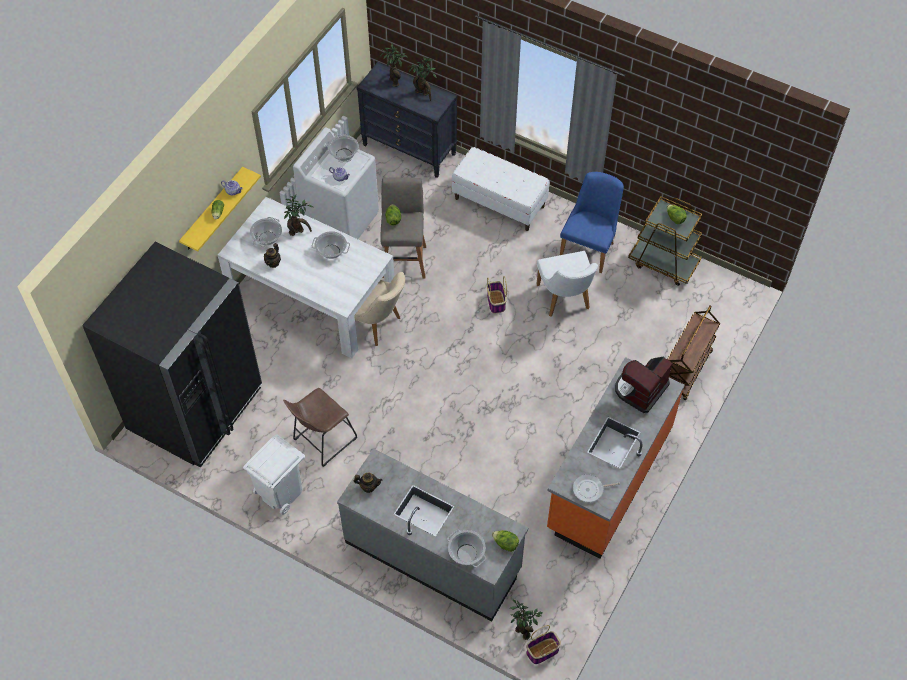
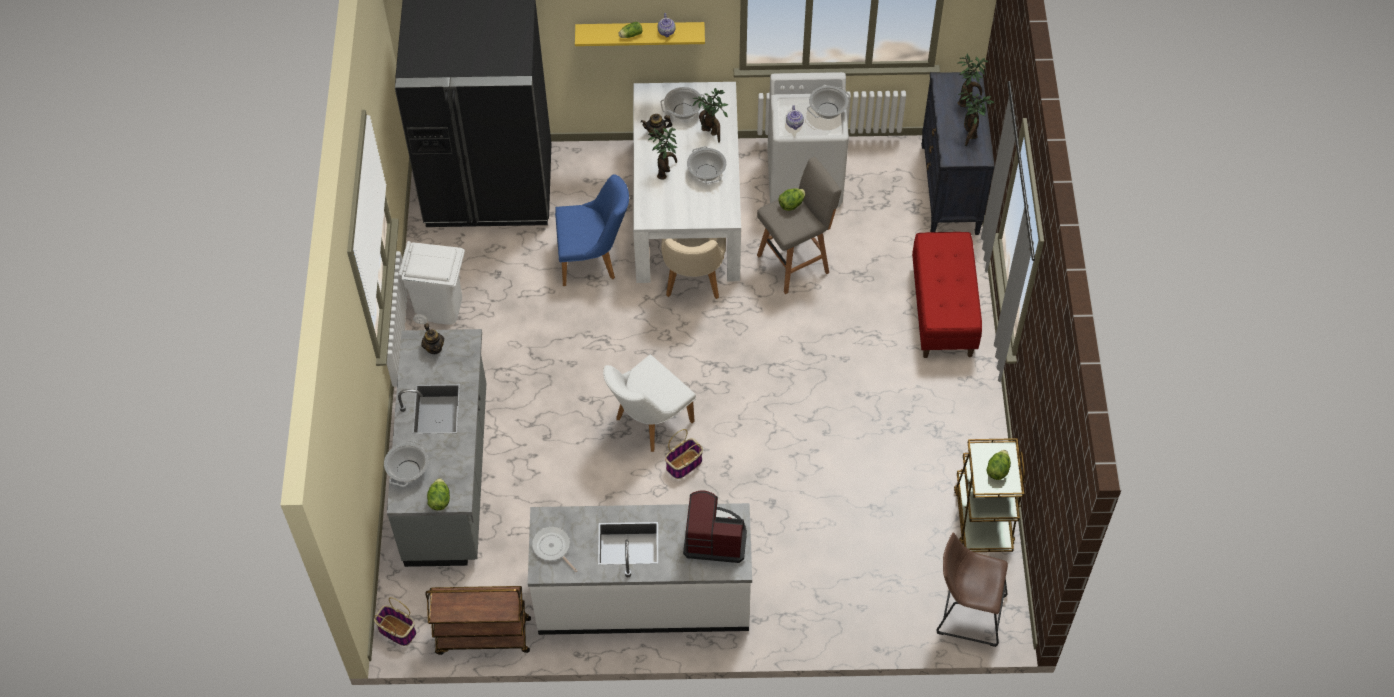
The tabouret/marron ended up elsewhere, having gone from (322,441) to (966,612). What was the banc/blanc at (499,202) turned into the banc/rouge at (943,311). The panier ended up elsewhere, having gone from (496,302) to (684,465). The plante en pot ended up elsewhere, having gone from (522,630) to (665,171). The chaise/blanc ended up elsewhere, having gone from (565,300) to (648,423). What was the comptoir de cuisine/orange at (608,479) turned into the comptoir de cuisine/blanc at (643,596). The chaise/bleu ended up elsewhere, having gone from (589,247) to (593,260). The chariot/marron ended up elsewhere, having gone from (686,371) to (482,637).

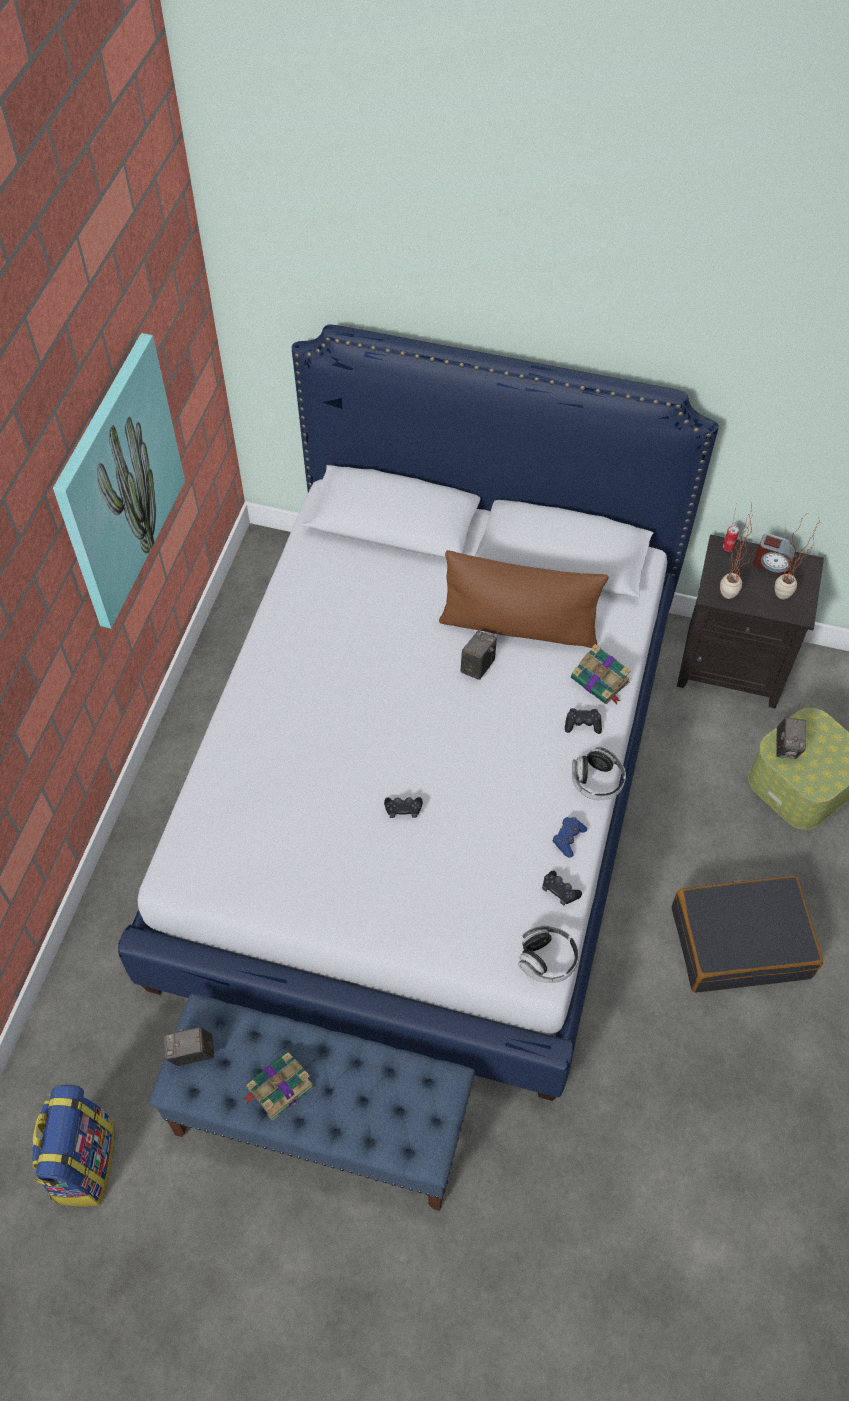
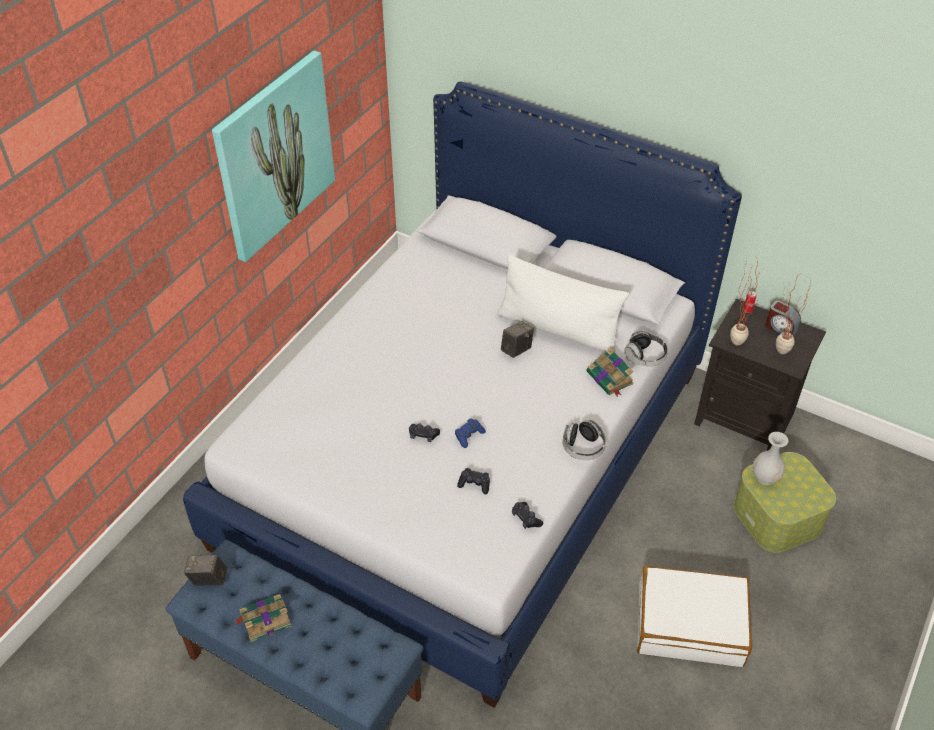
The second view lost the sac à dos at (83,1162). What was the coussin/marron at (519,626) turned into the coussin/blanc at (558,329). The casque audio ended up elsewhere, having gone from (547,960) to (645,356). The manette/bleu ended up elsewhere, having gone from (568,839) to (469,435). The manette/noir ended up elsewhere, having gone from (582,724) to (474,484). What was the valise/noir at (740,941) turned into the valise/blanc at (690,624). Where the appareil photo stood at (787,747), the vase/blanc came to stand at (765,477).

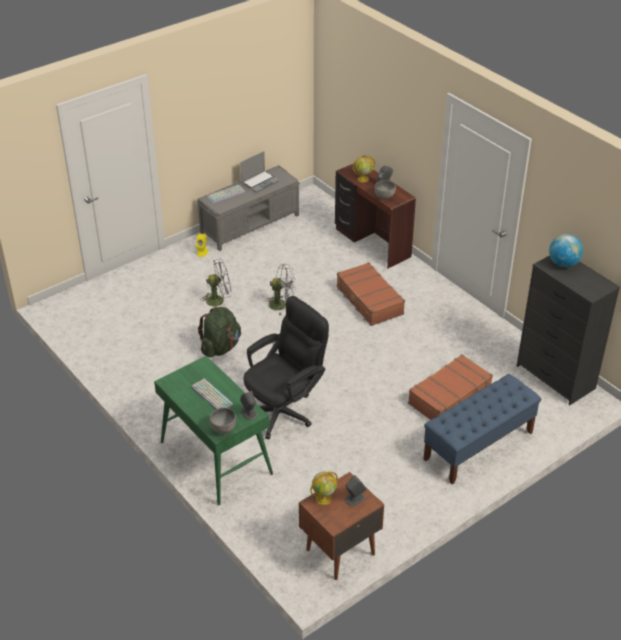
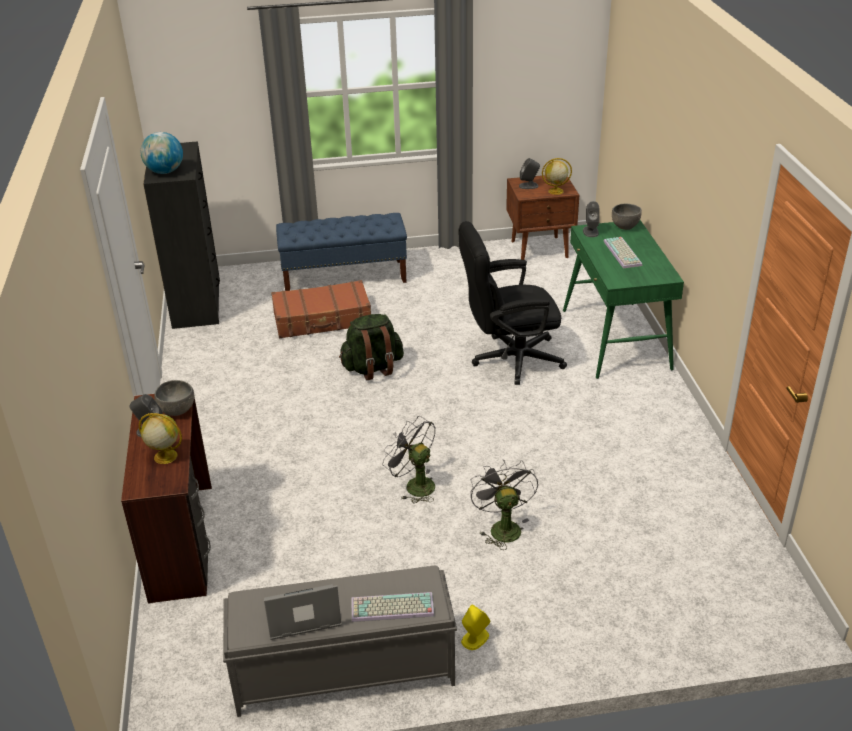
The sac à dos/vert ended up elsewhere, having gone from (221,347) to (373,368). The ventilateur/gris at (219,300) ended up facing another way, 60 degrees clockwise from before. The second view lost the valise/marron at (369,301).

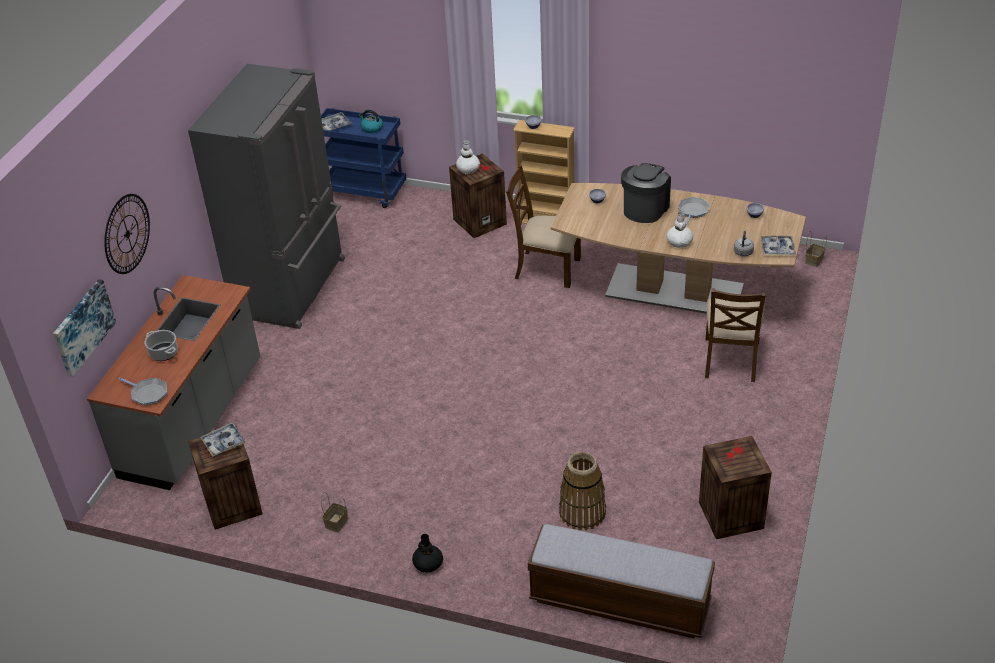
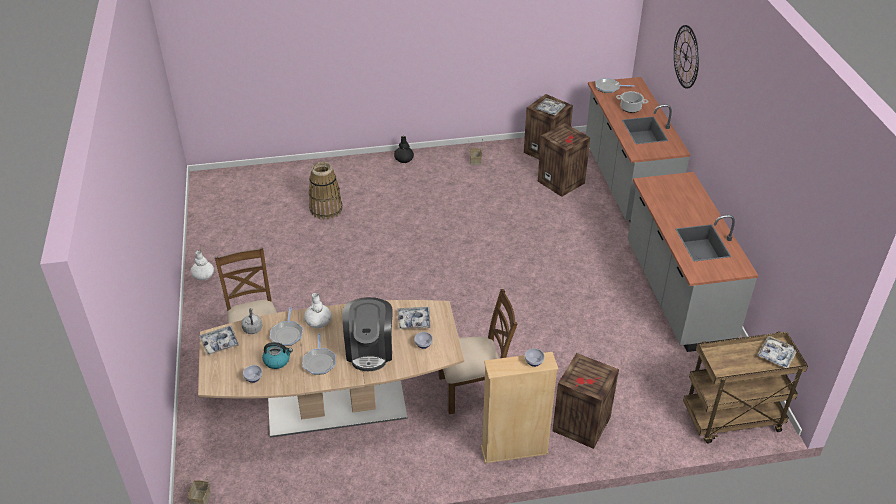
The second view lost the tableau at (83,327). Where the réfrigérateur/gris stood at (292,287), the comptoir de cuisine/gris came to stand at (676,293). What was the chariot/bleu at (365,192) turned into the chariot/marron at (731,420). The bouilloire ended up elsewhere, having gone from (371,128) to (277,360). The vase/blanc ended up elsewhere, having gone from (468,169) to (203,275). The second view lost the banc at (619,602). The caisse ended up elsewhere, having gone from (729,514) to (562,182). The second view gained the poêle at (287,334). The second view gained the plateau at (414,321).

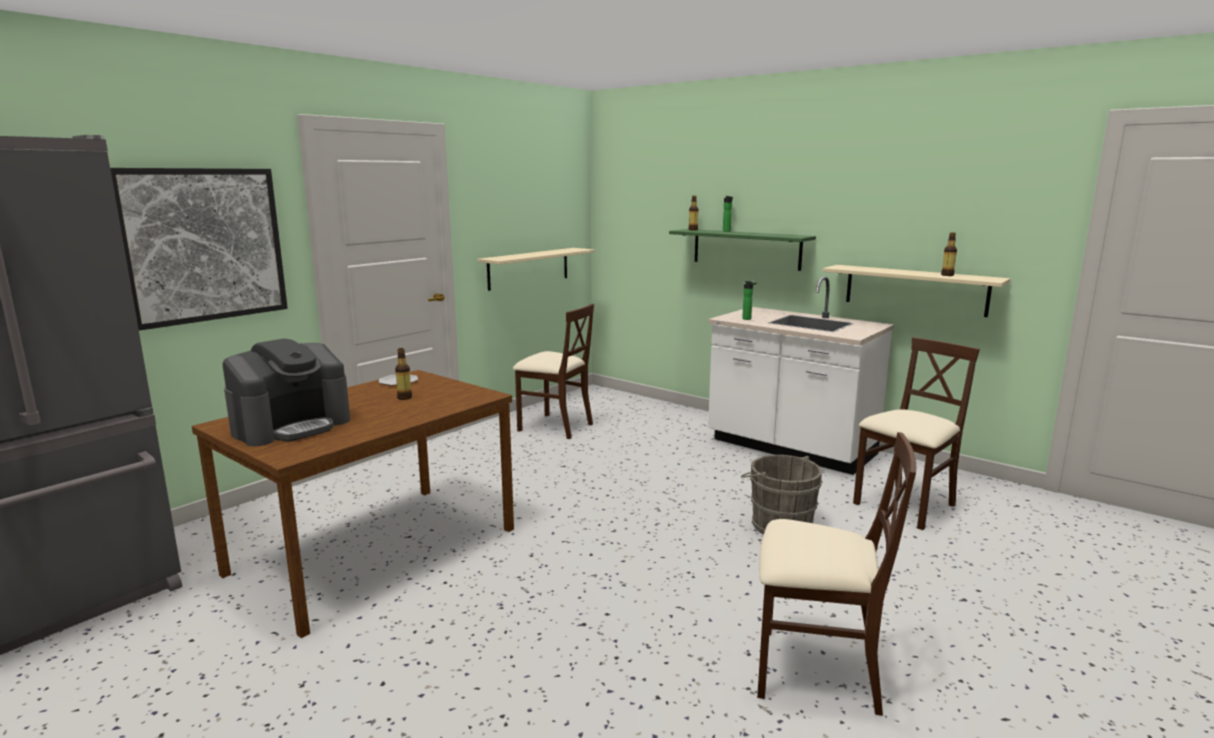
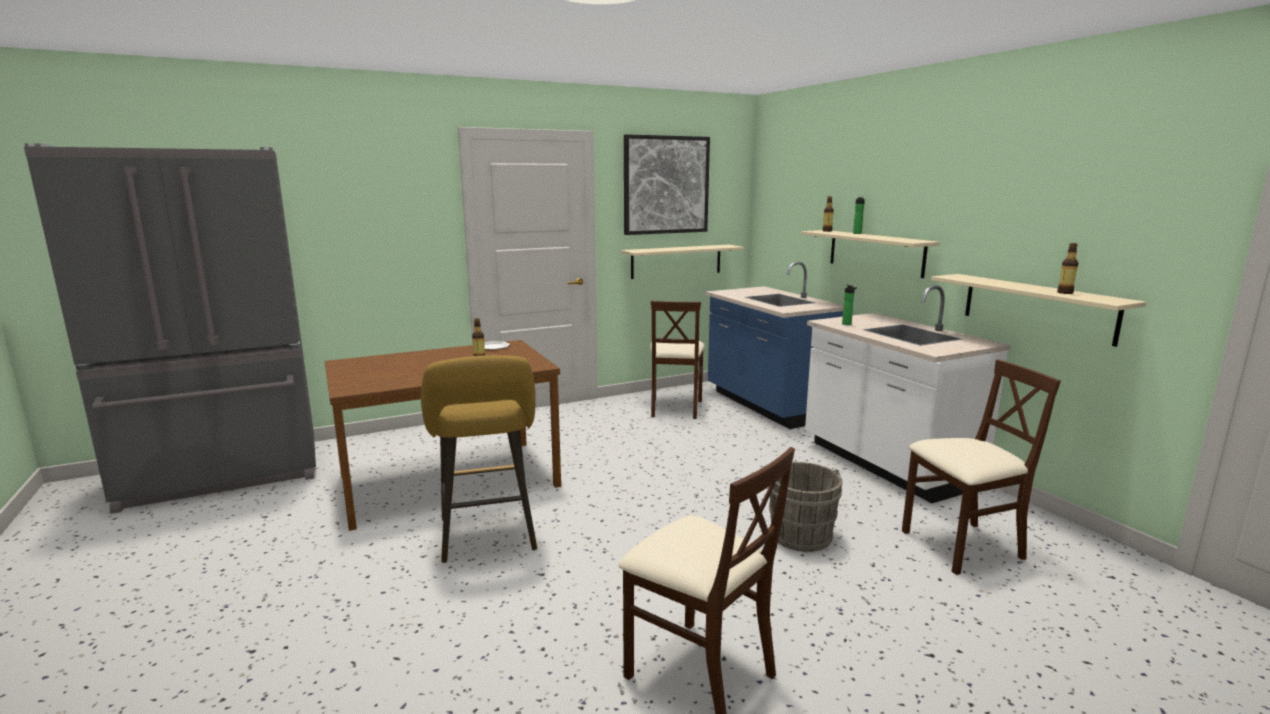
The tableau ended up elsewhere, having gone from (203,245) to (666,185). The second view lost the machine à café at (292,426). The chaise/beige at (555,426) ended up facing another way, 45 degrees clockwise from before. What was the étagère/vert at (746,249) turned into the étagère/beige at (875,252). The second view gained the tabouret/jaune at (488,537). The second view gained the comptoir de cuisine/bleu at (767,405).

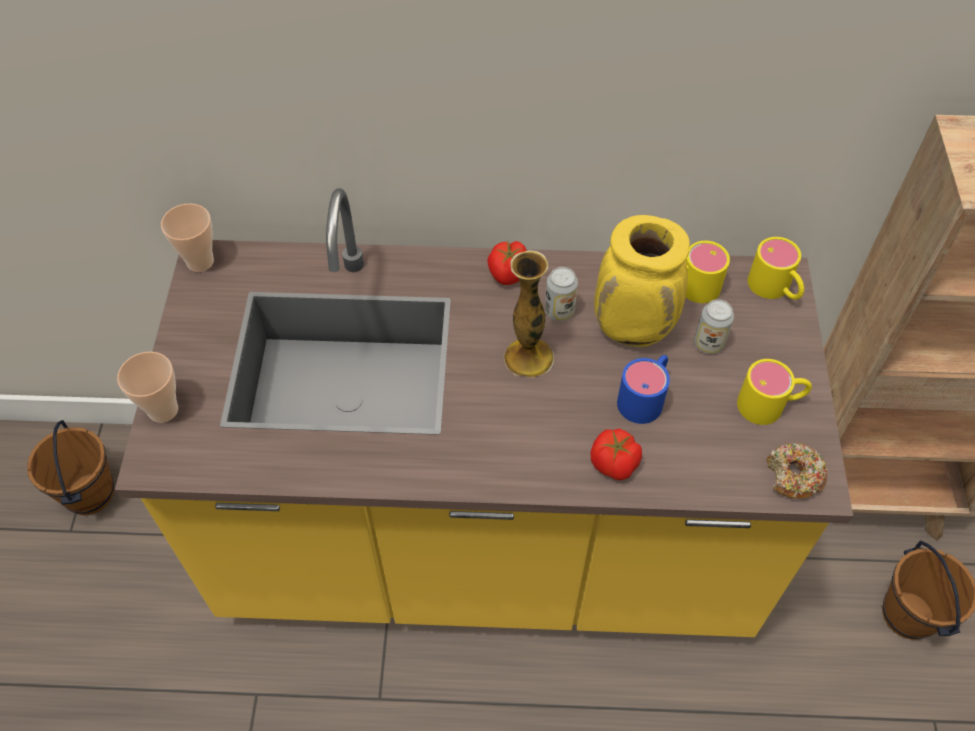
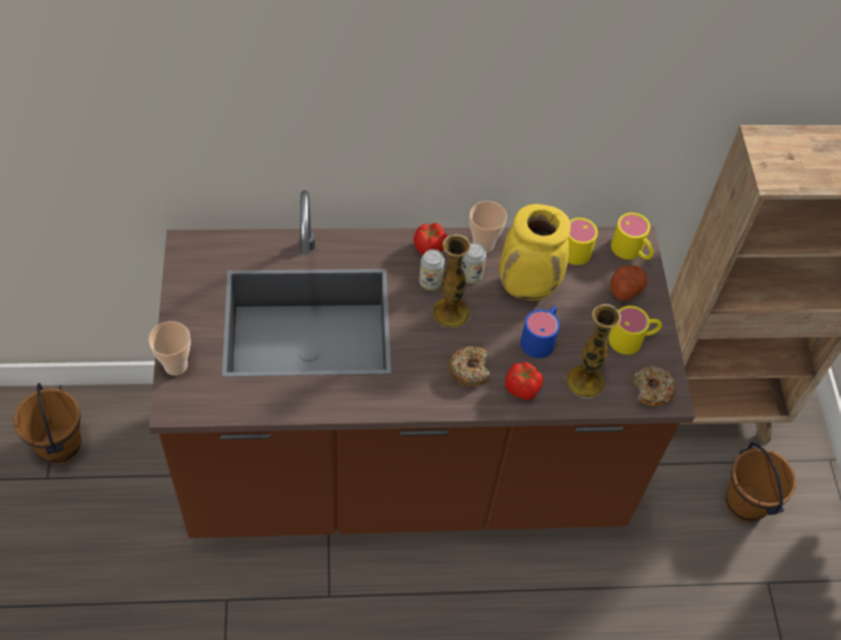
What was the comptoir de cuisine/jaune at (487,545) turned into the comptoir de cuisine/marron at (405,468). The tasse ended up elsewhere, having gone from (200,262) to (483,245). The boîte métallique ended up elsewhere, having gone from (708,343) to (430,282). The second view gained the beignet at (469,370). The second view gained the vase at (585,381). The second view gained the pomme de terre at (625,288).

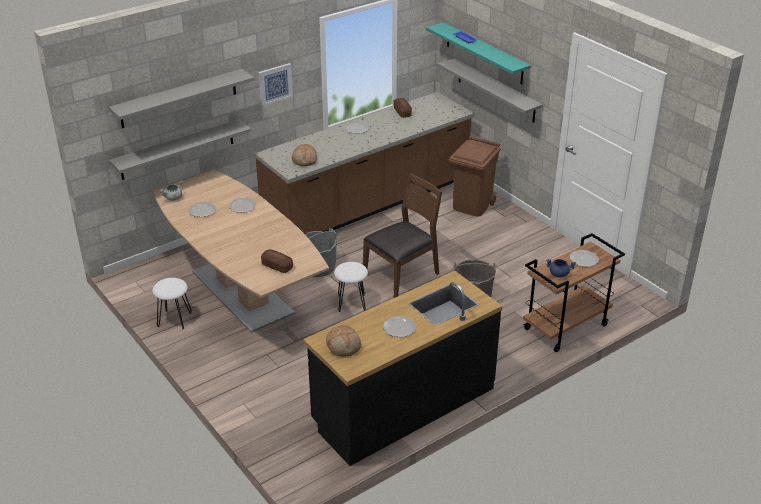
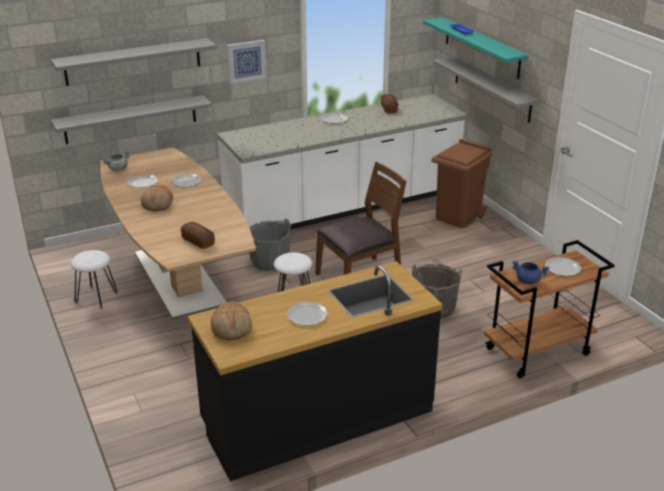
What was the comptoir de cuisine/marron at (368,205) turned into the comptoir de cuisine/blanc at (344,207). The pain ended up elsewhere, having gone from (304,160) to (158,204).

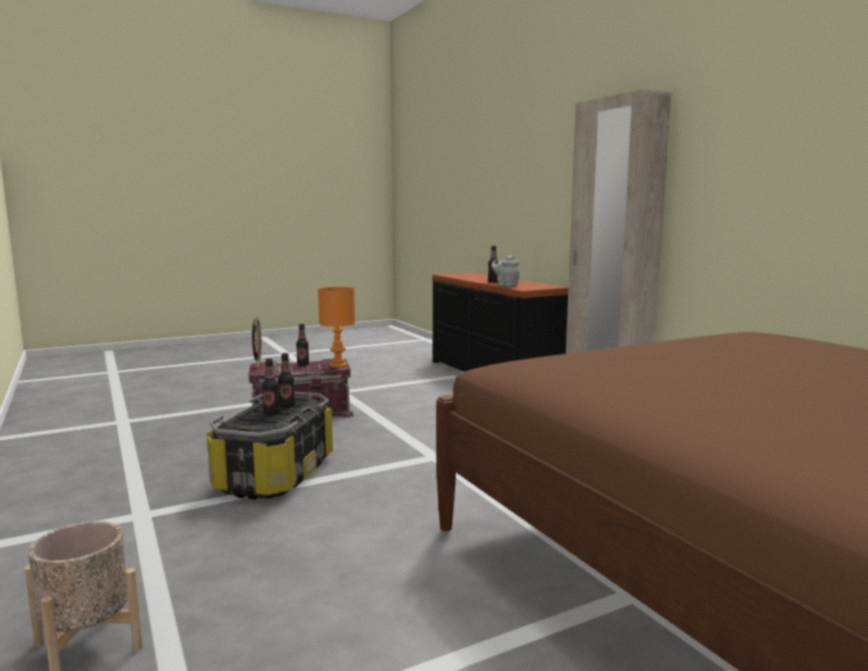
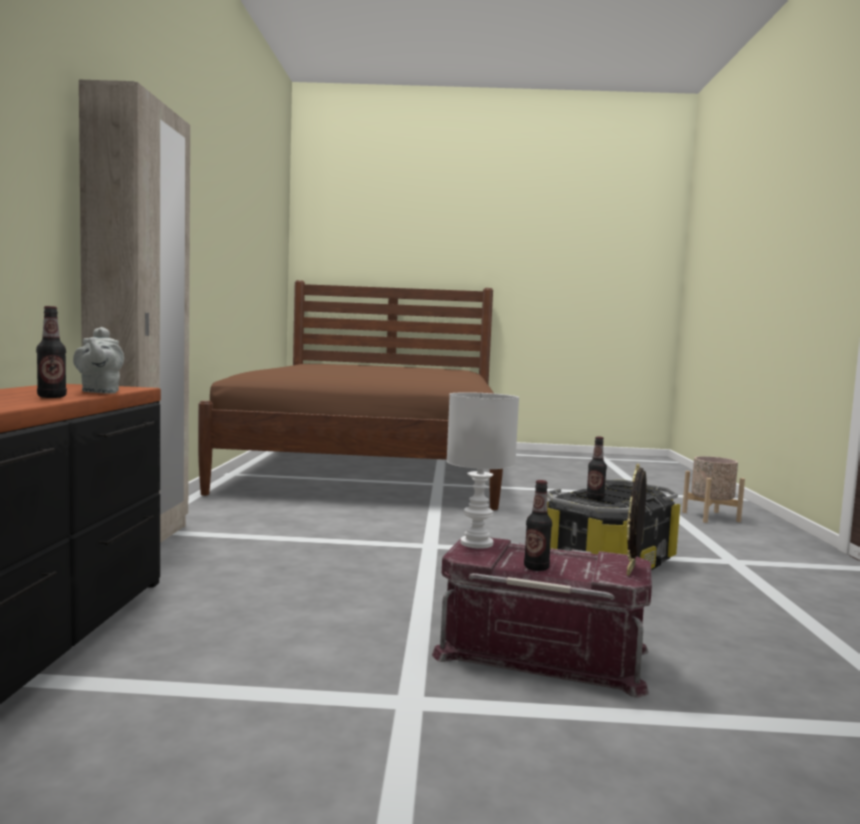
The second view lost the bouteille at (271,413). What was the lampe de table/orange at (339,365) turned into the lampe de table/blanc at (475,543).

